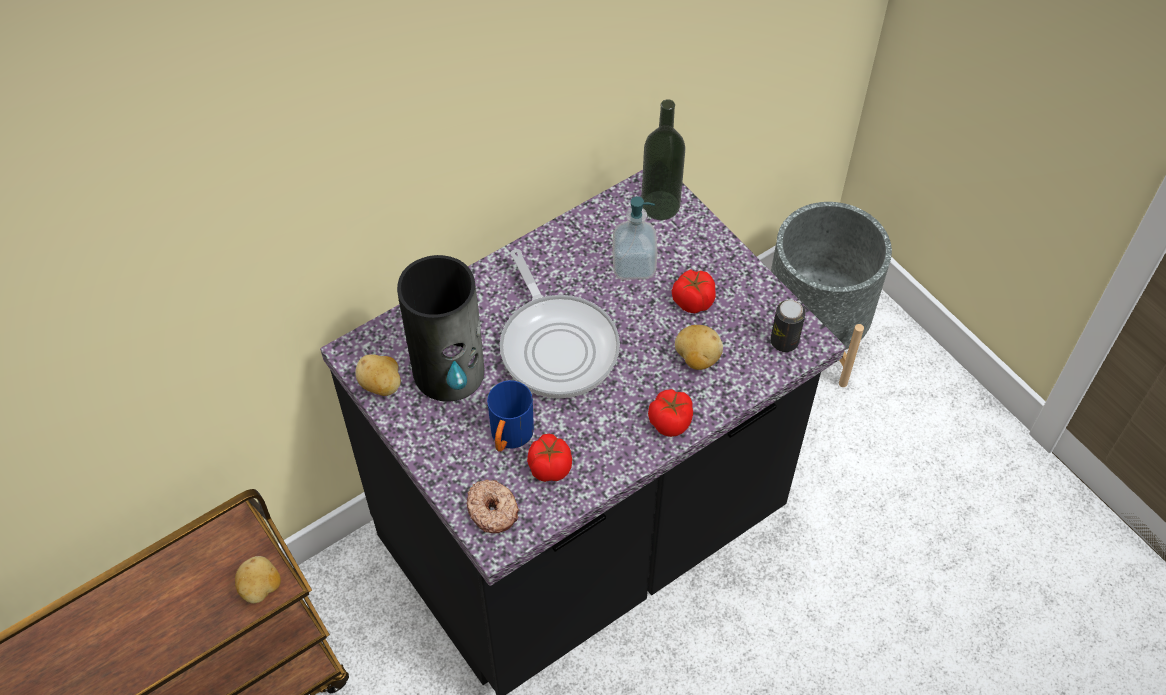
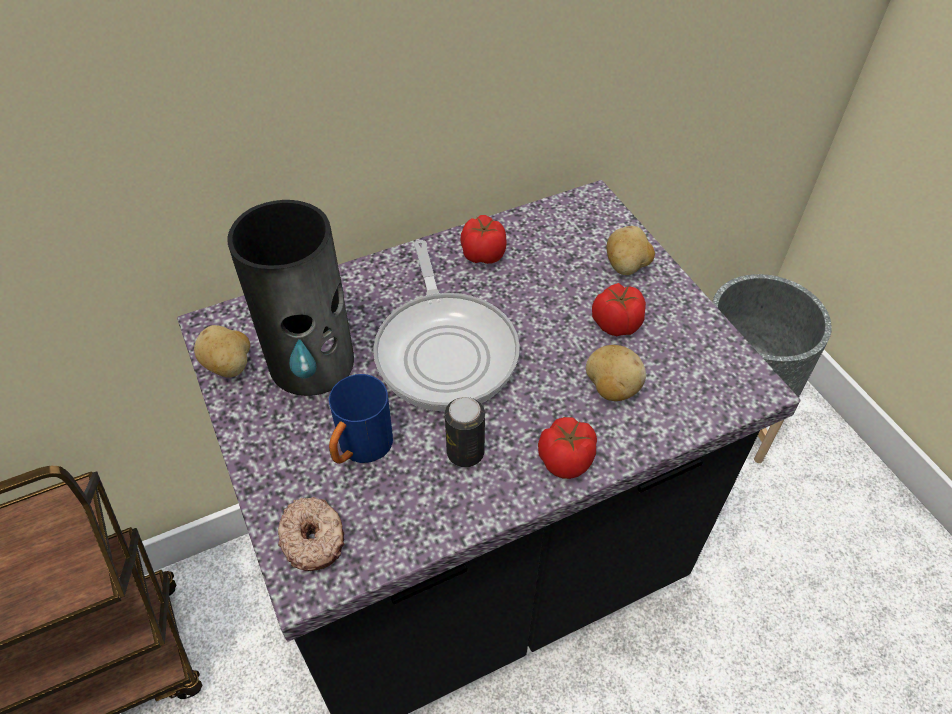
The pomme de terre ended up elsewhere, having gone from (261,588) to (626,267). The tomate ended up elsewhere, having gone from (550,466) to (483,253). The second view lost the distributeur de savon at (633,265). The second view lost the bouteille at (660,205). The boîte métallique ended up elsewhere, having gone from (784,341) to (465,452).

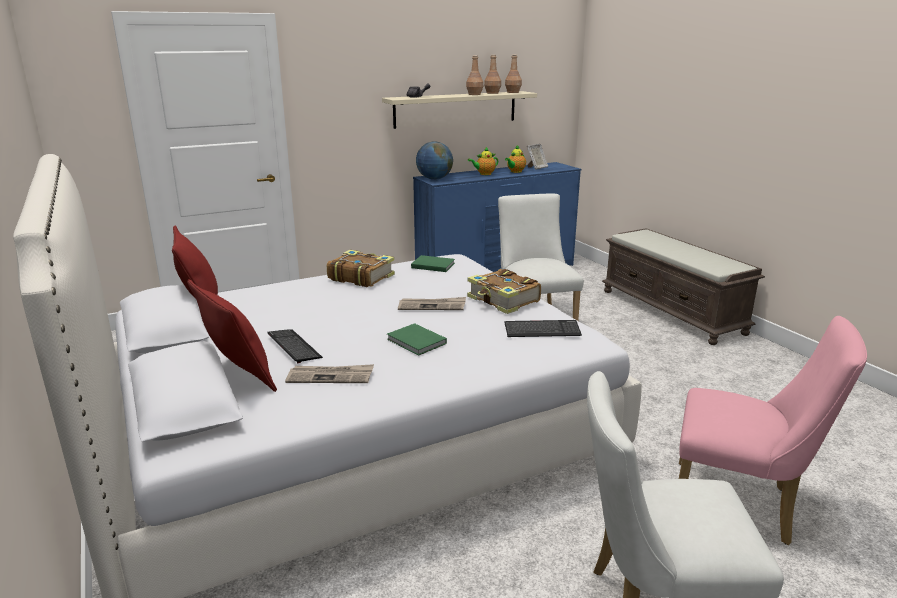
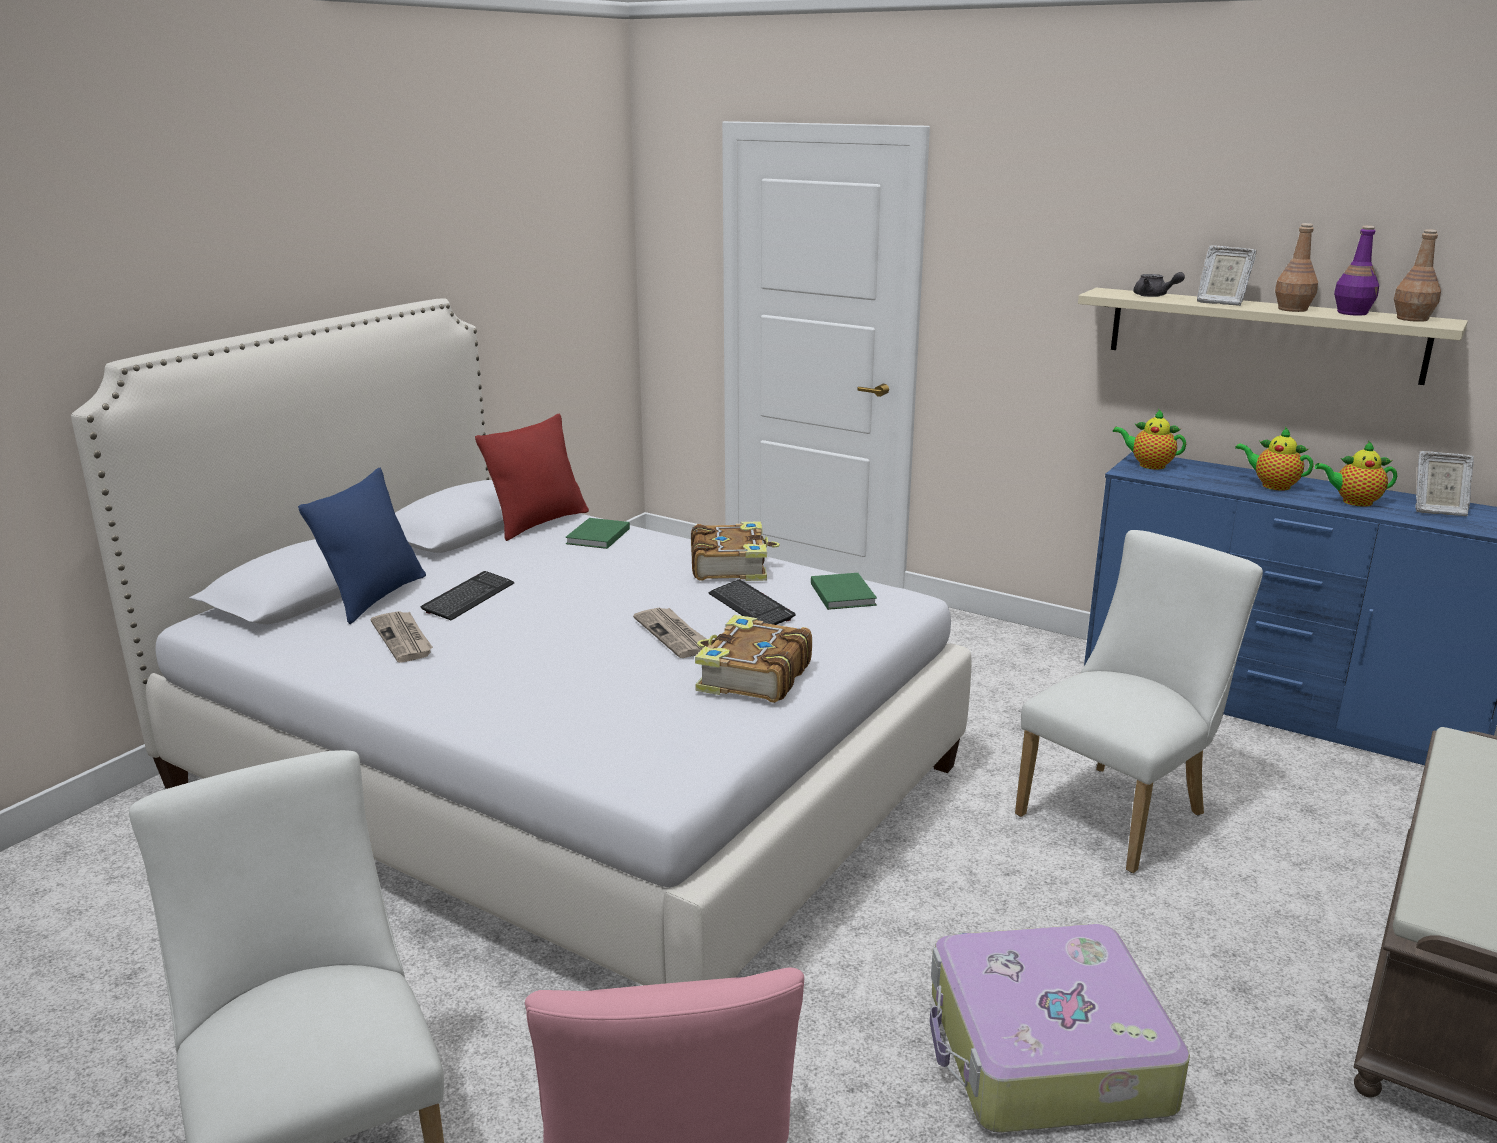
What was the coussin/rouge at (239,376) turned into the coussin/bleu at (374,597). The livre/vert ended up elsewhere, having gone from (416,342) to (596,536). Where the globe stood at (434,179), the théière came to stand at (1148,465). What was the bouteille/marron at (492,93) turned into the bouteille/violet at (1352,313). The clavier ended up elsewhere, having gone from (542,330) to (751,606). The second view gained the valise at (1045,1053). The second view gained the cadre photo at (1220,302).

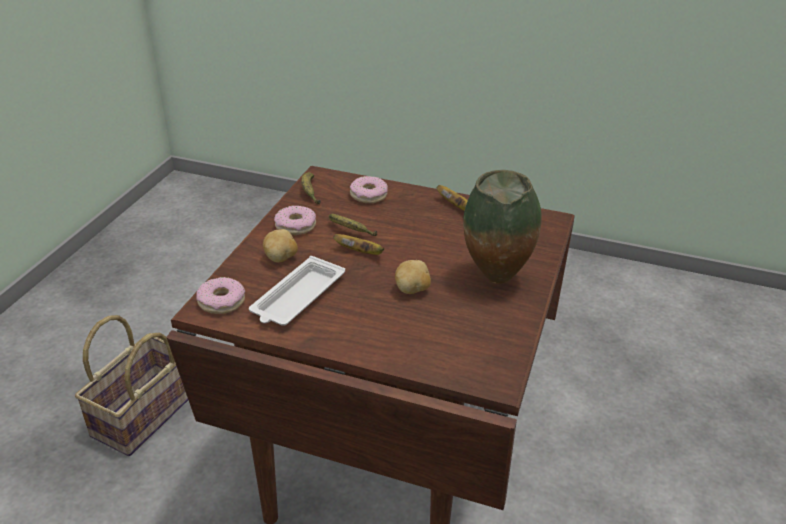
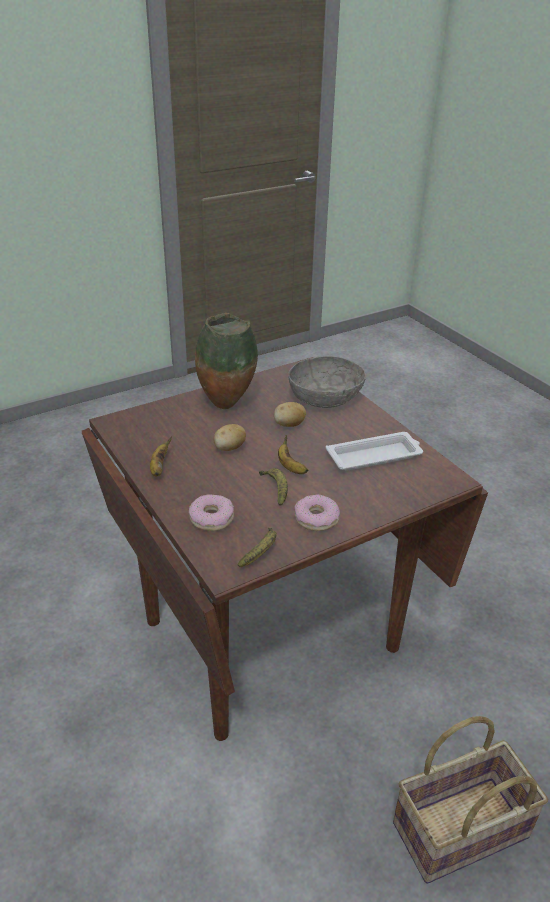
The second view lost the beignet at (221,302). The pomme de terre ended up elsewhere, having gone from (281,258) to (229,448). The second view gained the bol/gris at (325,398).

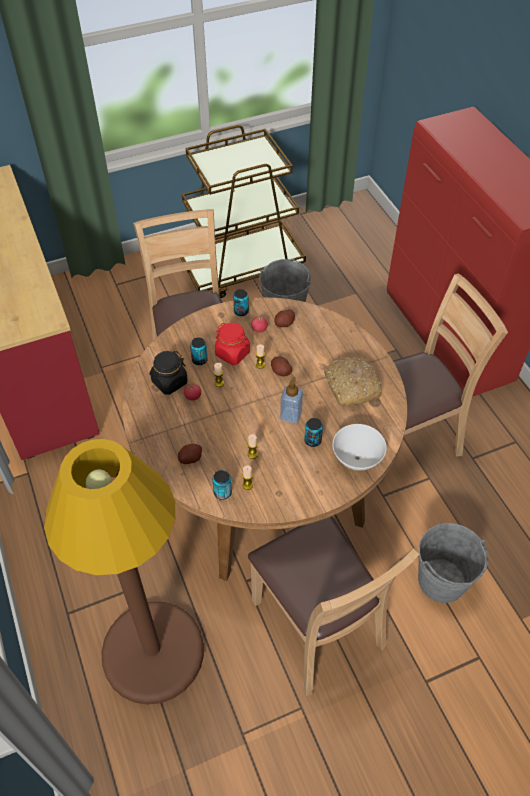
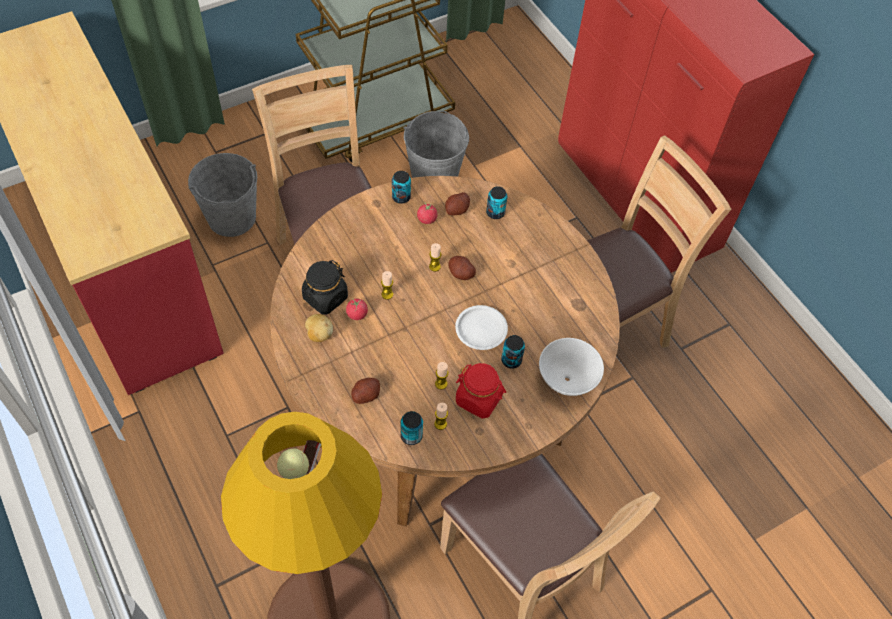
The boîte métallique ended up elsewhere, having gone from (199,360) to (495,213). The bocal/rouge ended up elsewhere, having gone from (233,353) to (479,399). Where the distributeur de savon stood at (291,415), the assiette/blanc came to stand at (480,330). The second view lost the pain at (350,386). The seau/gris ended up elsewhere, having gone from (441,580) to (232,218). The second view gained the pomme de terre at (319,334).

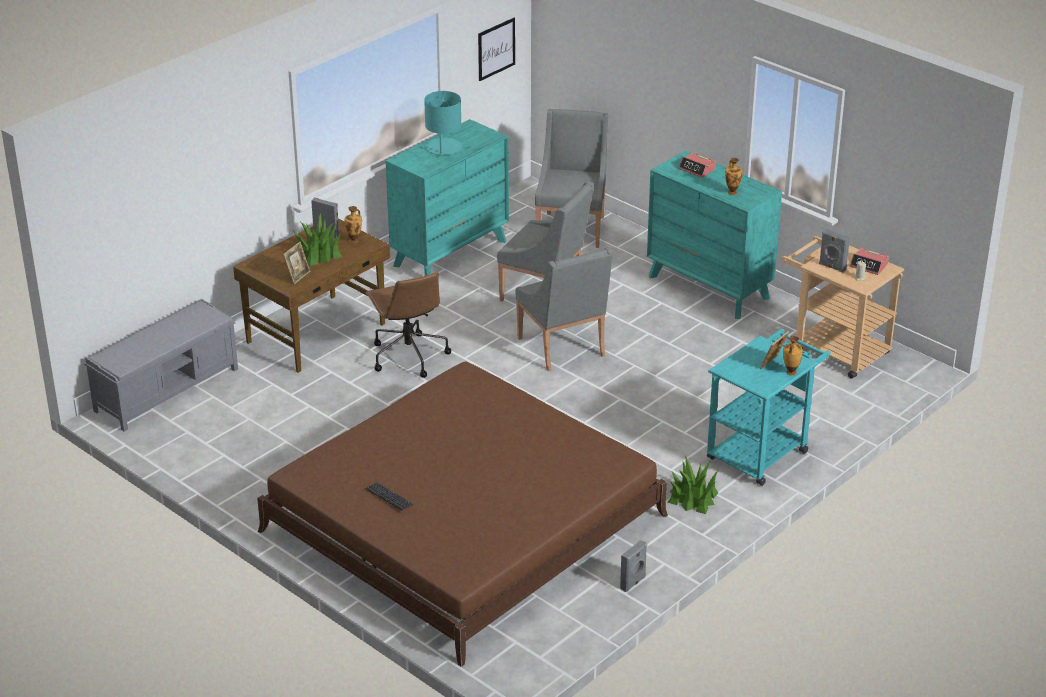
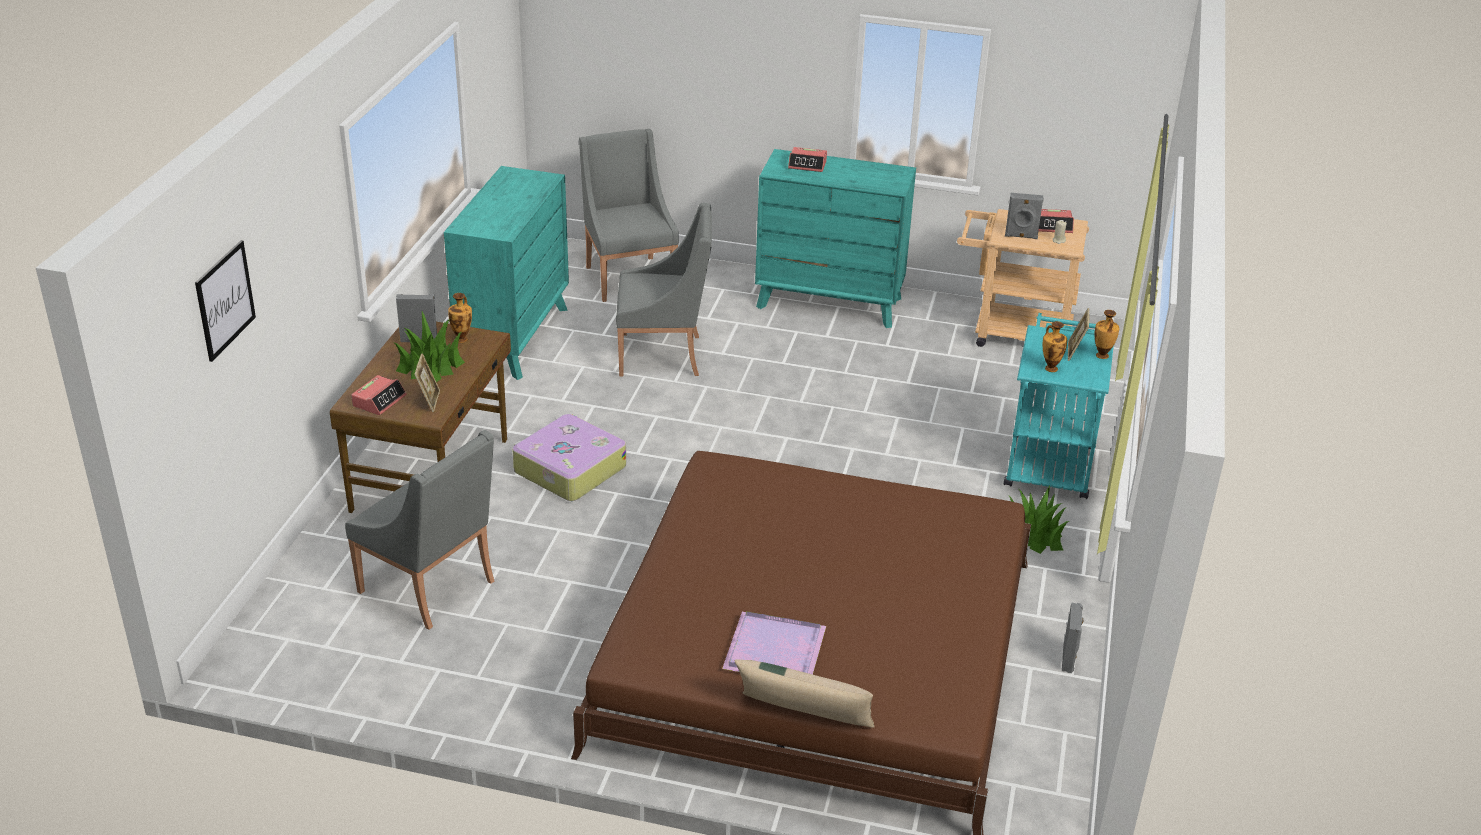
The second view lost the banc/gris at (167,389). Where the chaise de bureau/marron stood at (408,355), the valise came to stand at (568,469). Where the clavier stood at (389,497), the plateau/violet came to stand at (772,651). The second view lost the lampe de table/turquoise at (443,148). The tableau ended up elsewhere, having gone from (496,49) to (225,300). The fauteuil/gris ended up elsewhere, having gone from (563,348) to (431,587). The vase ended up elsewhere, having gone from (732,192) to (1050,368). The second view gained the réveil at (379,400). The second view gained the coussin/beige at (803,718).

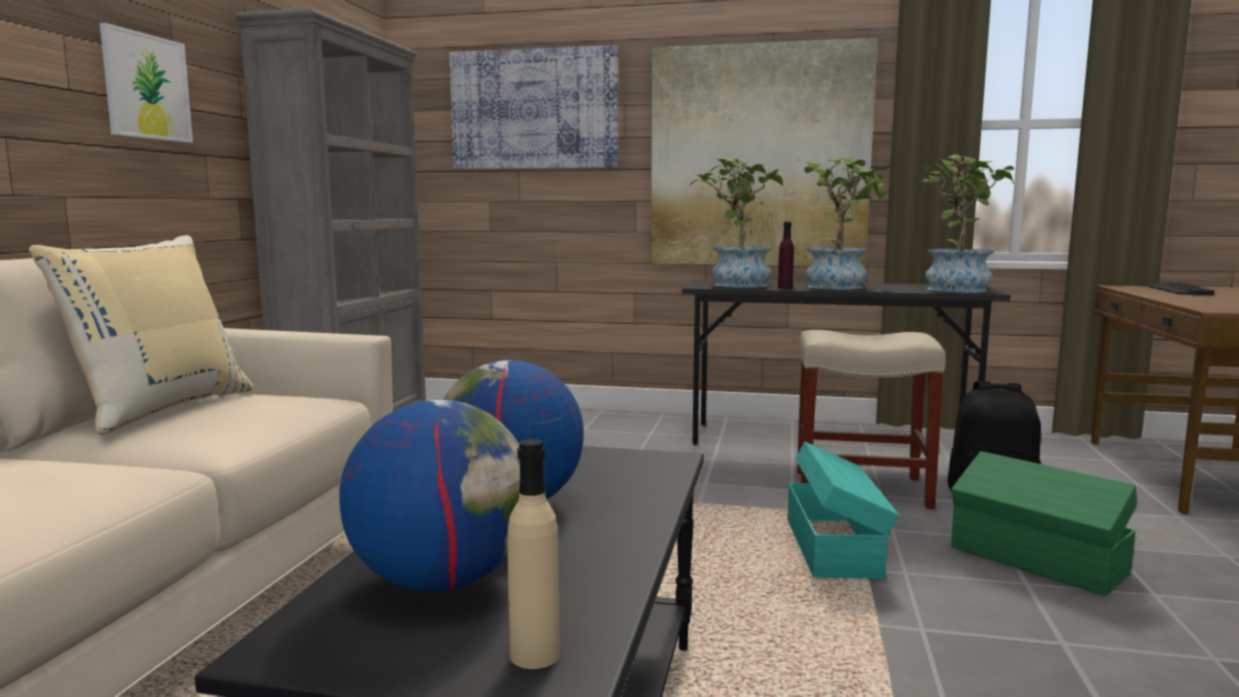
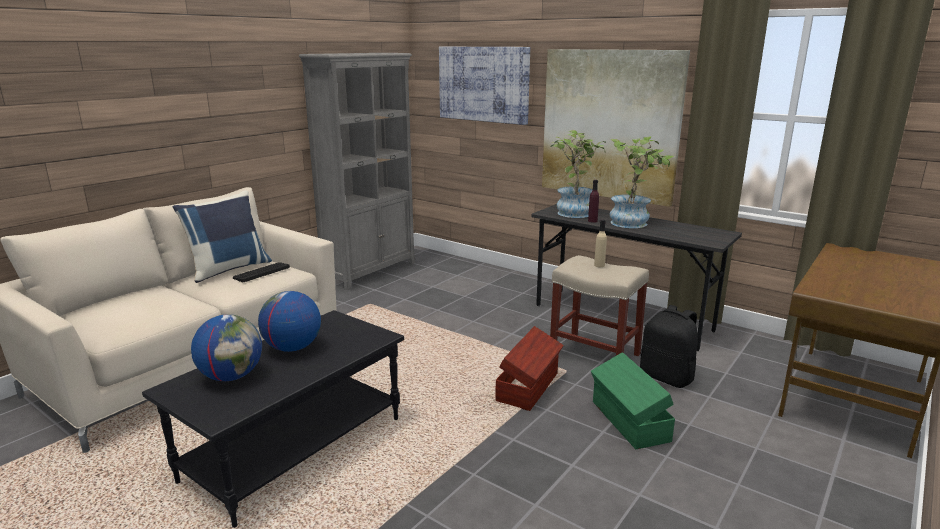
What was the coussin/beige at (160,409) turned into the coussin/bleu at (228,269). The second view lost the tableau at (146,87). The bouteille/beige ended up elsewhere, having gone from (534,655) to (599,265). What was the boîte de rangement/turquoise at (834,548) turned into the boîte de rangement/marron at (529,387). The second view lost the plante en pot at (956,288). The clavier ended up elsewhere, having gone from (1179,290) to (261,272).

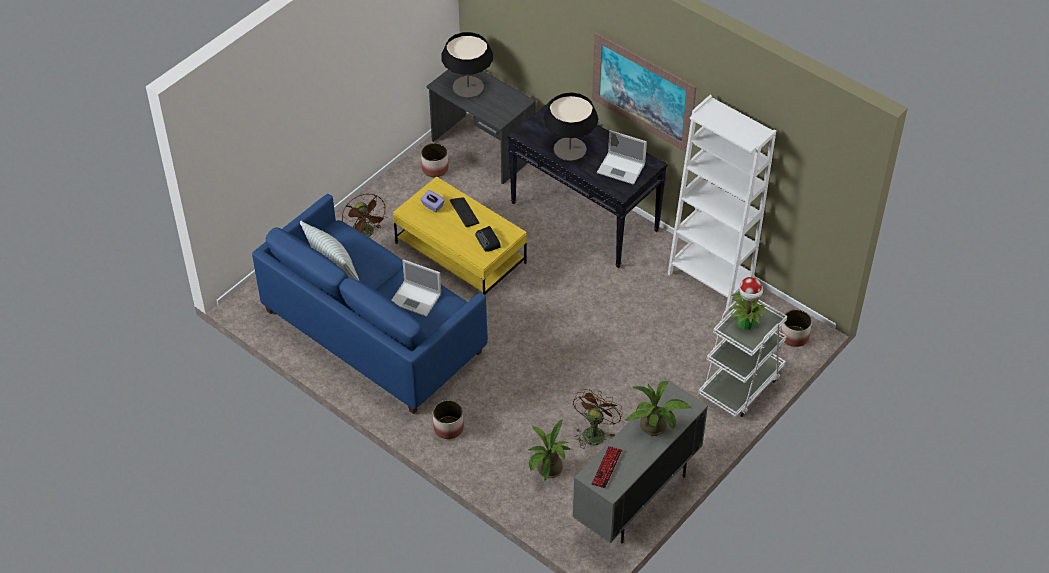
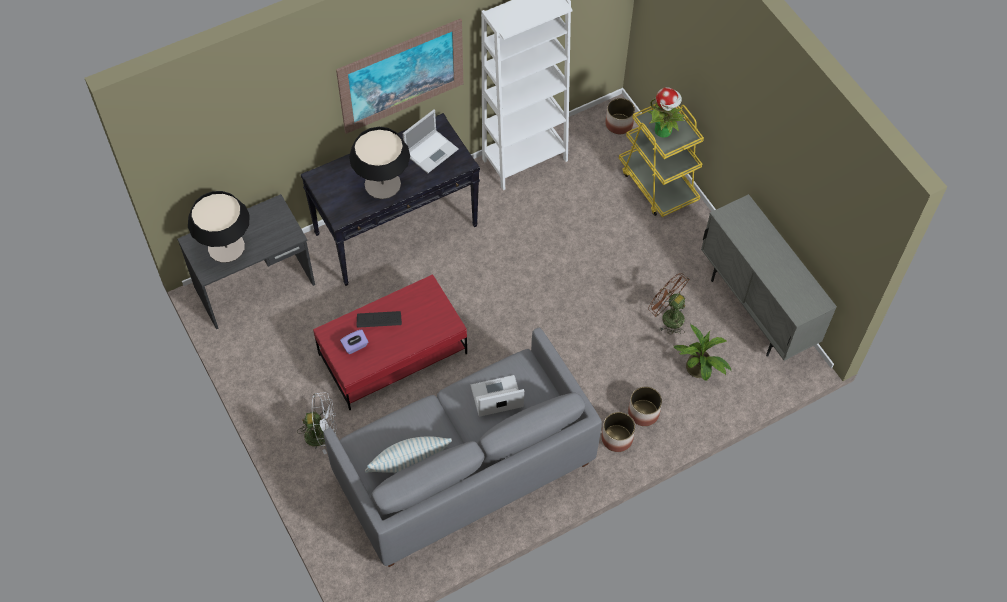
What was the canapé/bleu at (373,332) turned into the canapé/gris at (464,469). What was the ventilateur/marron at (366,234) turned into the ventilateur/blanc at (322,434). The ordinateur portable at (416,299) ended up facing another way, 150 degrees counterclockwise from before. What was the table basse/jaune at (460,253) turned into the table basse/rouge at (392,354). The cache-pot ended up elsewhere, having gone from (435,168) to (643,412). The second view lost the radio at (488,241). The second view lost the clavier at (606,467). The second view lost the plante en pot at (656,427). What was the chariot/blanc at (740,385) turned into the chariot/jaune at (658,184).

